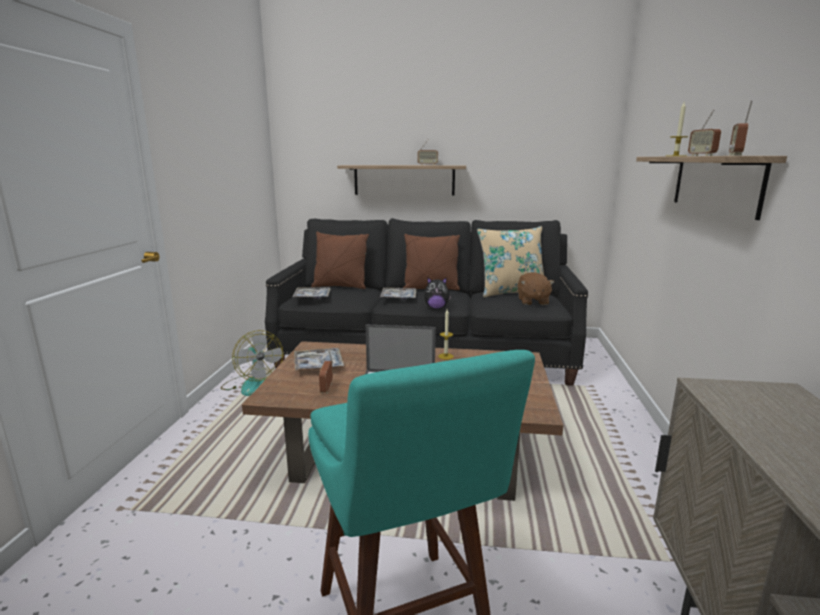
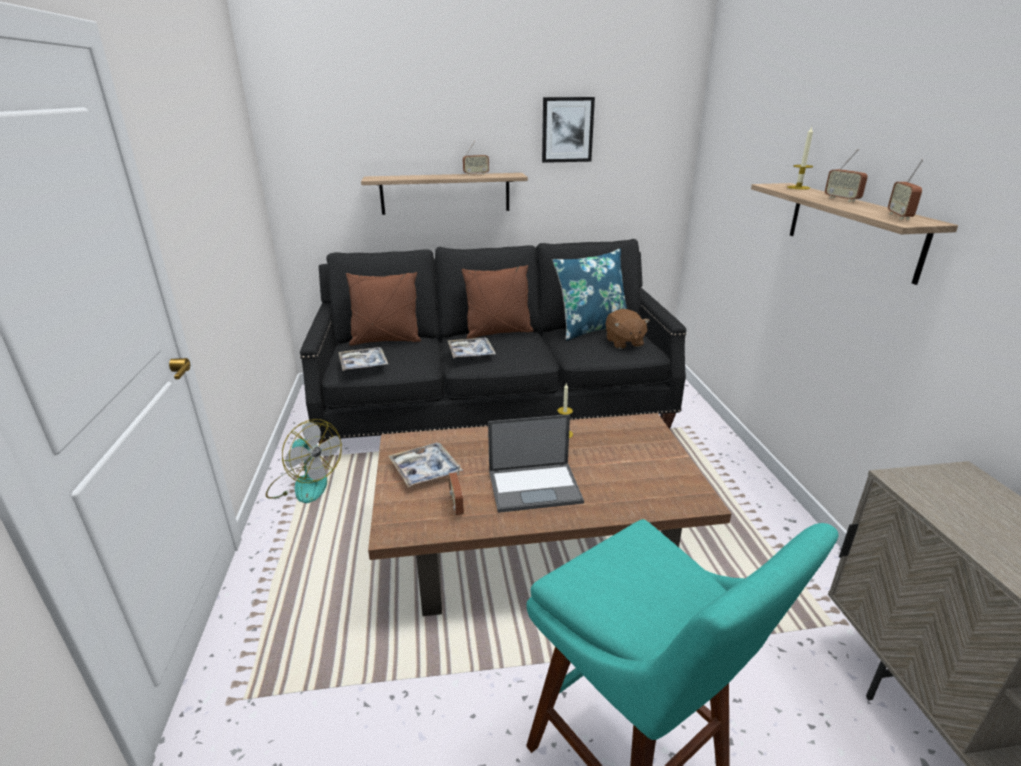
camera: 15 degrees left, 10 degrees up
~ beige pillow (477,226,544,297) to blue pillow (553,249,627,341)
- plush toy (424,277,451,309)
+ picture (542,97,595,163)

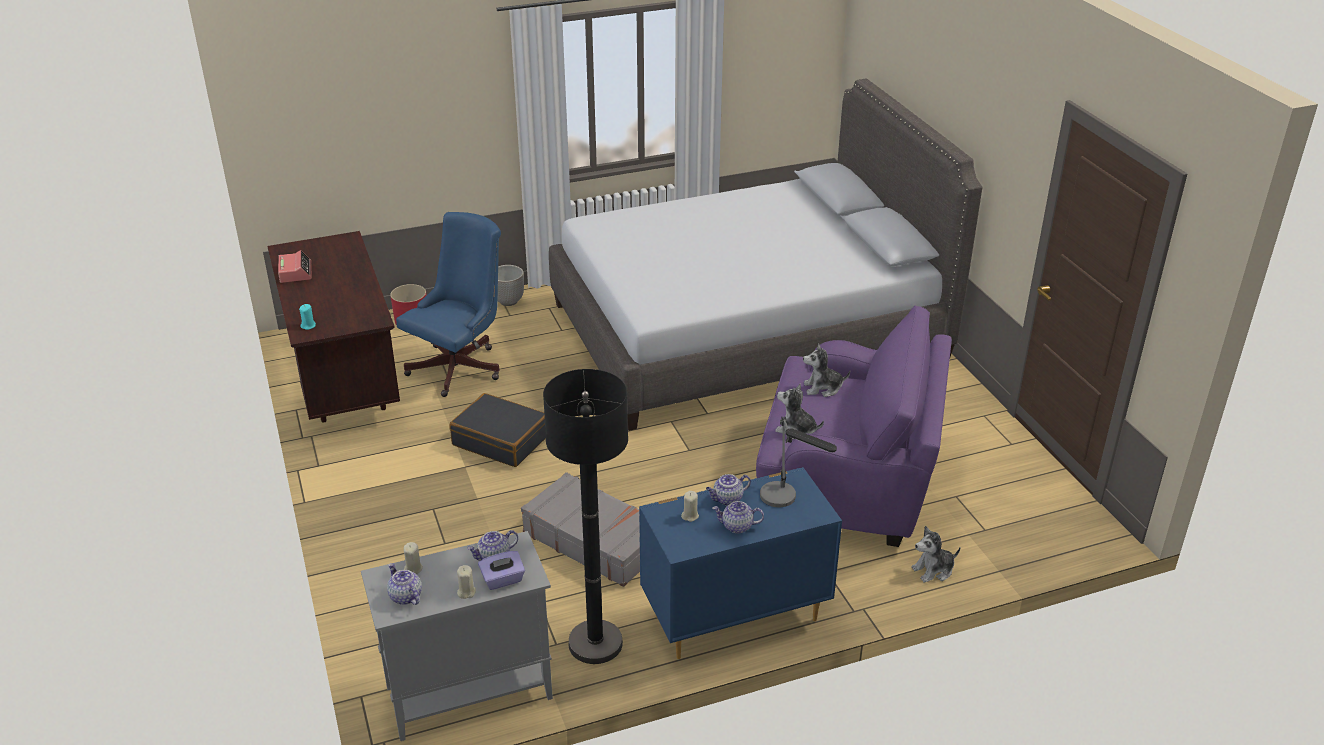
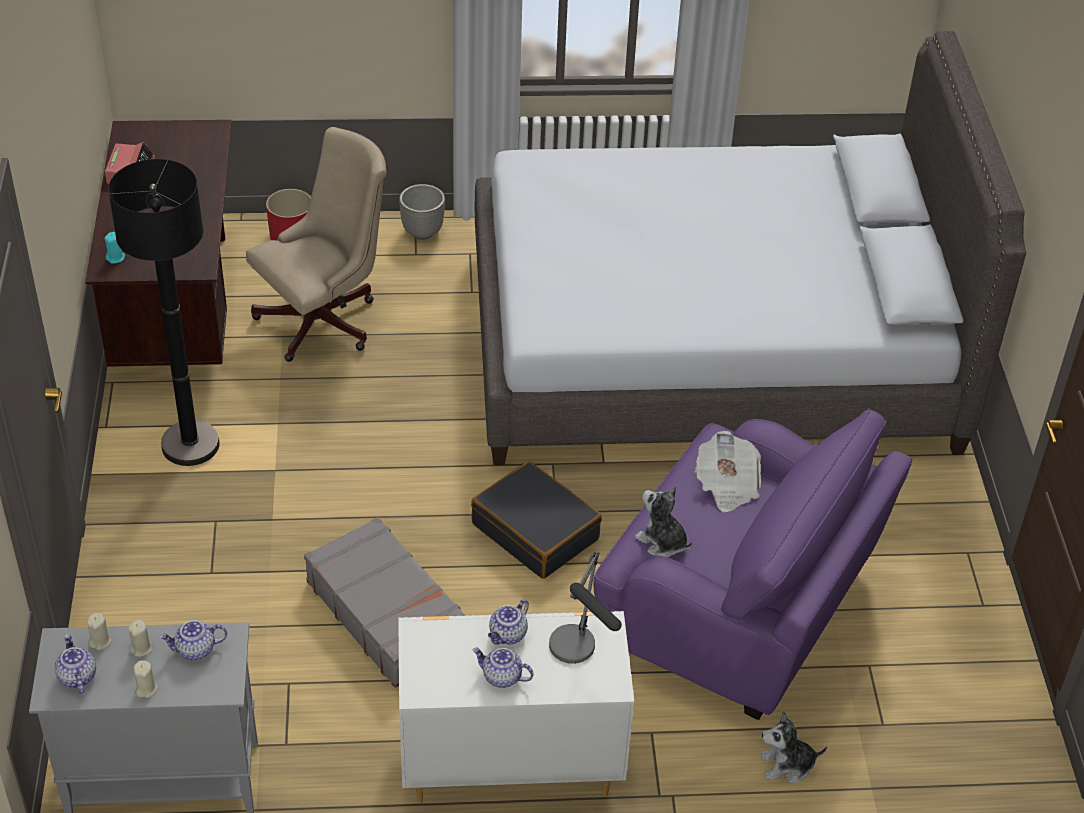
camera: 15 degrees right, 10 degrees up
~ blue office chair (396,212,501,397) to beige office chair (246,127,387,362)
~ plush toy (803,344,850,397) to newspaper (695,431,761,512)
~ black floor lamp (543,369,628,664) to (108,159,220,466)
~ black suitcase (449,393,546,467) to (471,461,602,579)
~ blue dresser (639,467,842,659) to white dresser (398,611,634,803)
~ teapot (706,474,751,506) = (488,599,529,645) 45 degrees counterclockwise
~ beige candle (681,491,699,522) to (128,620,153,657)
- purple tissue box (478,551,525,590)

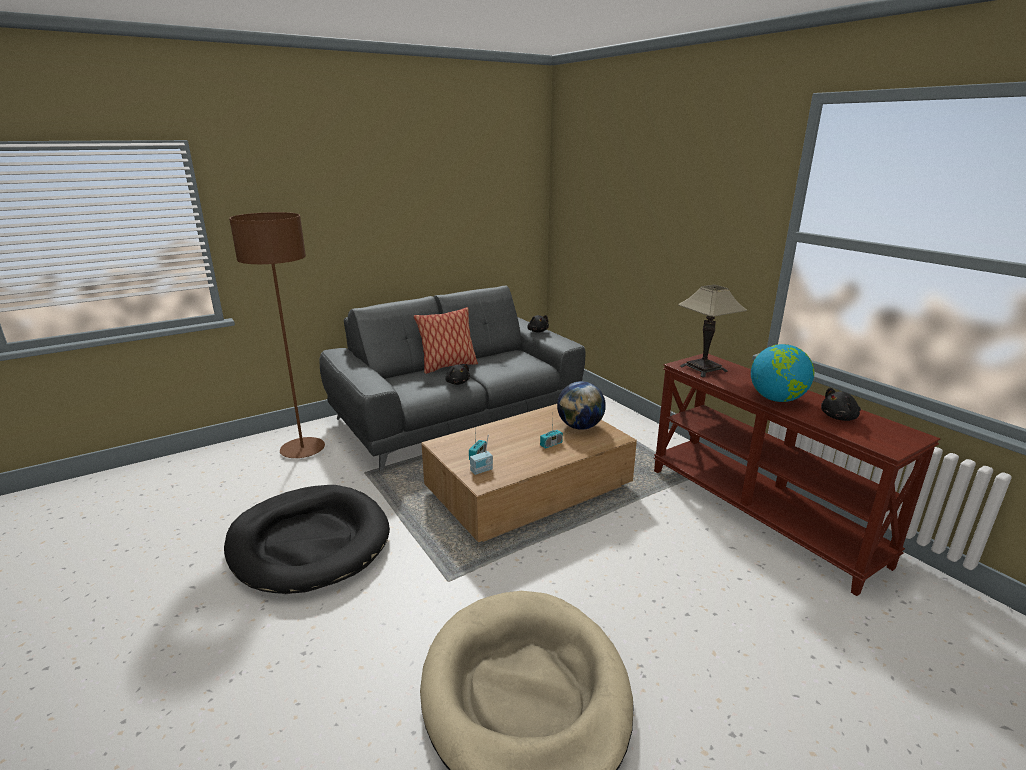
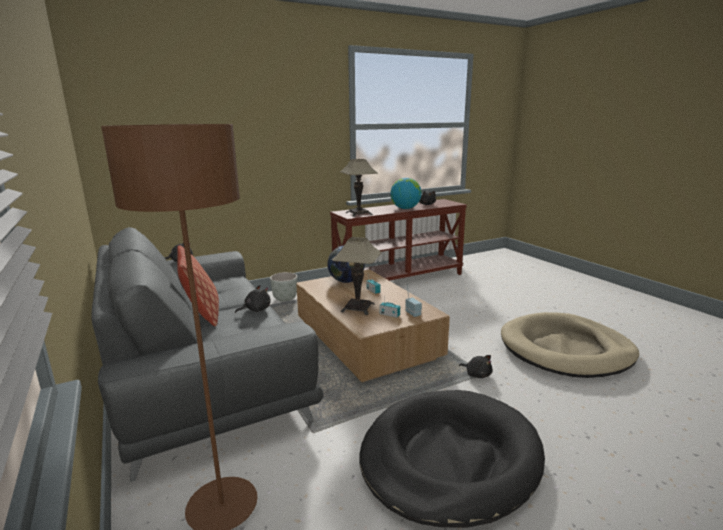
camera: 85 degrees left, 5 degrees down
+ table lamp (332,237,382,315)
+ grey planter (270,272,297,302)
+ black plush toy (459,355,493,378)

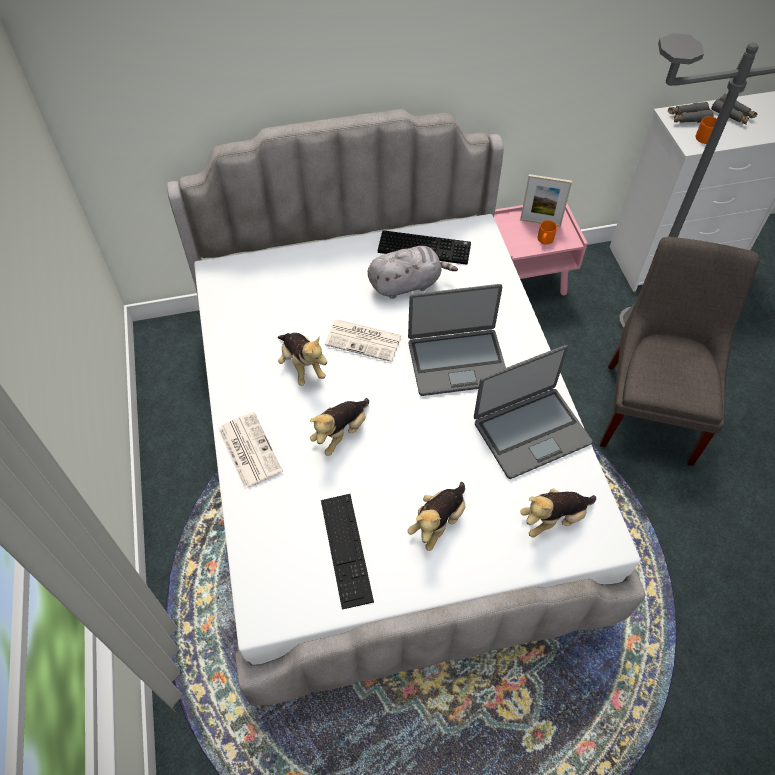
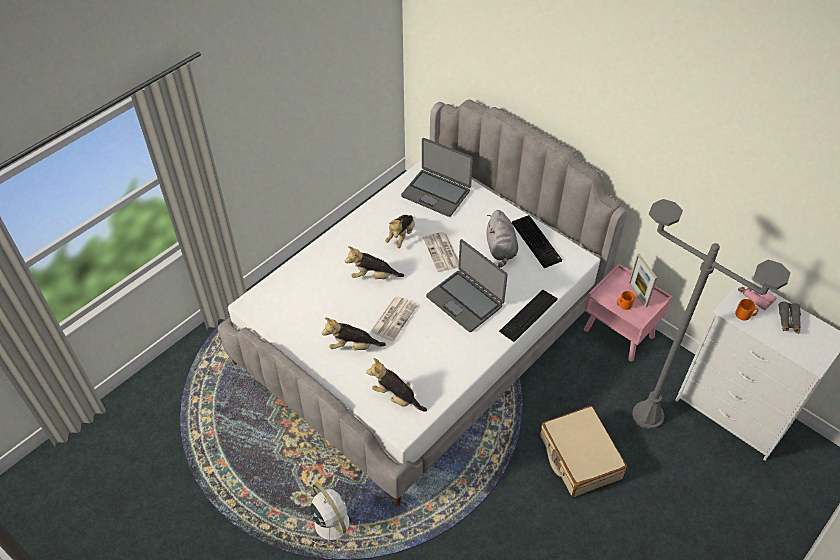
camera: 55 degrees right, 5 degrees down
~ grey binoculars (668,102,714,123) to pink binoculars (738,284,777,311)
~ grey chair (600,236,759,466) to beige suitcase (540,406,628,497)
~ grey plush toy (368,246,458,299) = (486,210,518,268) 45 degrees clockwise
~ laptop (474,345,592,479) to (401,138,473,217)
~ newspaper (219,412,283,489) to (370,296,418,341)
~ keyboard (321,494,374,609) to (499,290,558,342)
+ white fan (310,482,360,552)

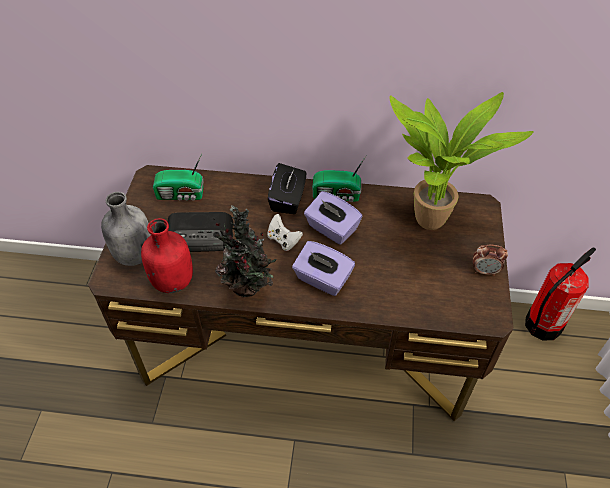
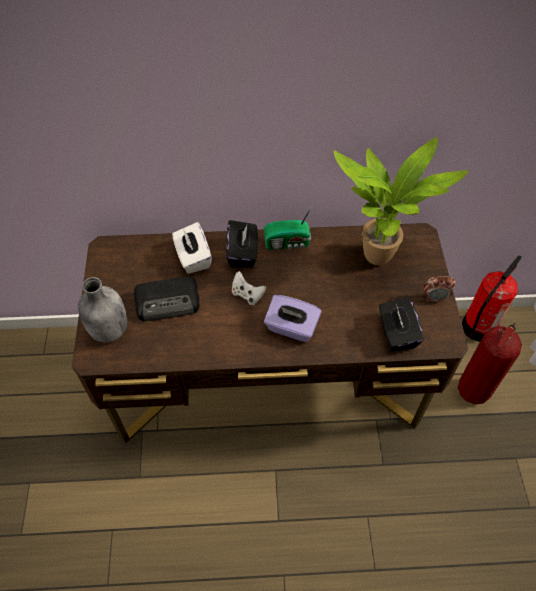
camera: 10 degrees left, 5 degrees up
- radio (153,154,204,201)
- purple tissue box (304,191,362,244)
- potted plant (215,205,277,297)
- red bottle (141,218,193,293)
+ white tissue box (172,222,212,274)
+ black tissue box (379,297,424,351)
+ fire extinguisher (458,323,522,404)

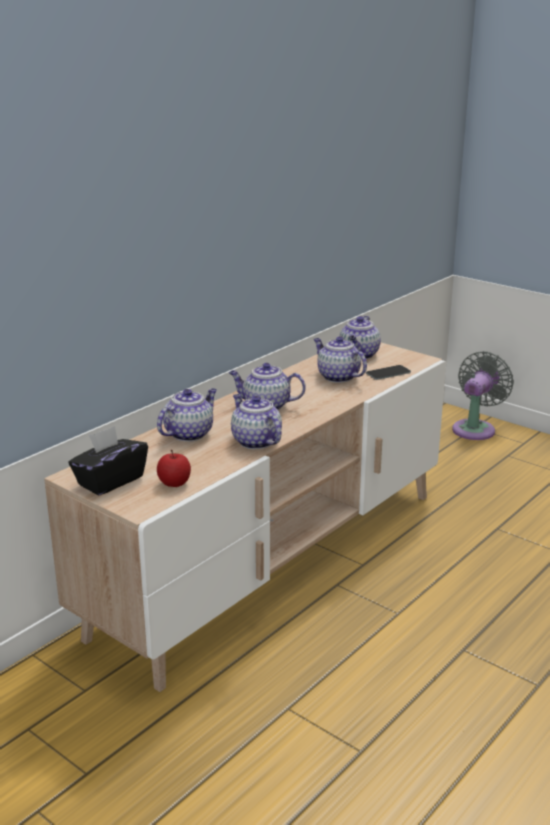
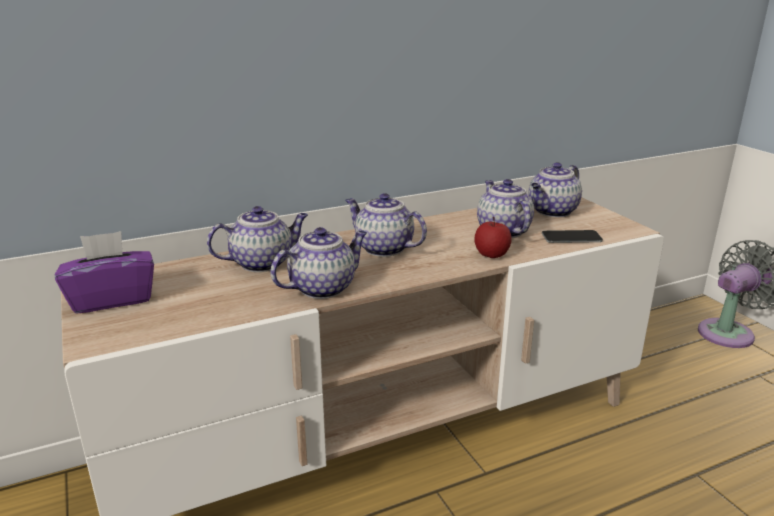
camera: 25 degrees right, 0 degrees up
~ teapot (231,394,282,449) = (270,227,367,299) 60 degrees clockwise
~ black tissue box (68,426,148,496) to purple tissue box (55,231,154,314)
~ apple (157,450,191,487) to (474,217,512,258)

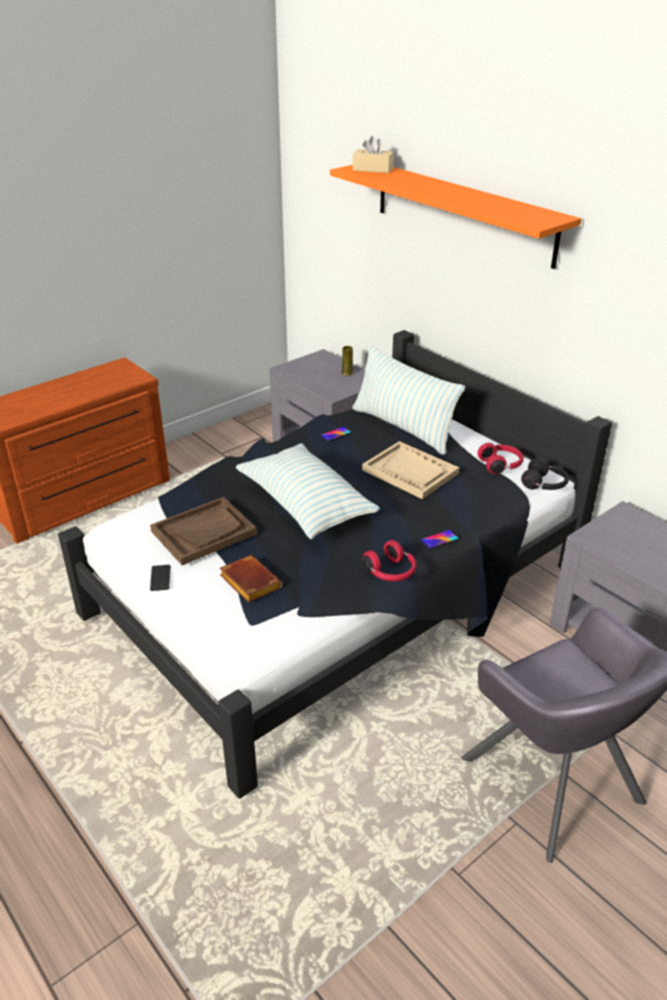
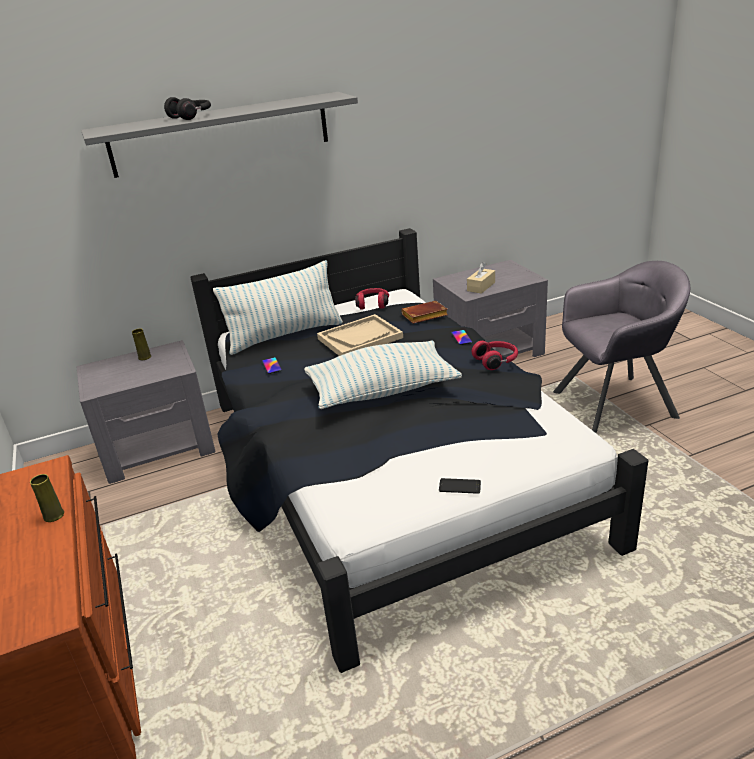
camera: 70 degrees left, 5 degrees down
~ beige tissue box (353,136,394,173) to (467,262,495,294)
~ orange shelf (330,165,581,269) to grey shelf (81,92,358,178)
~ black headphones (521,458,569,490) to (164,97,211,120)
- brown tray (150,497,257,565)
~ brown book (220,555,282,603) to (401,301,448,324)
+ yellow vase (30,474,64,522)

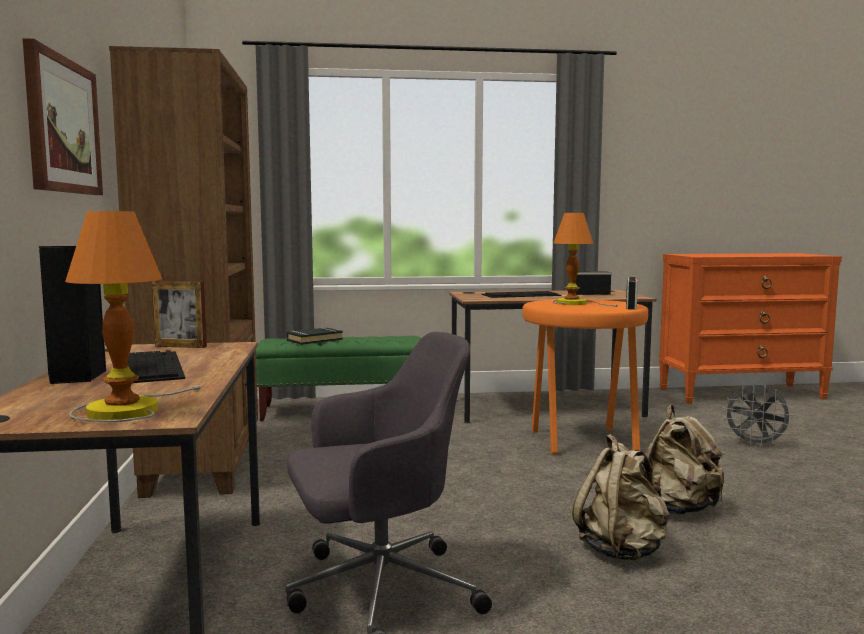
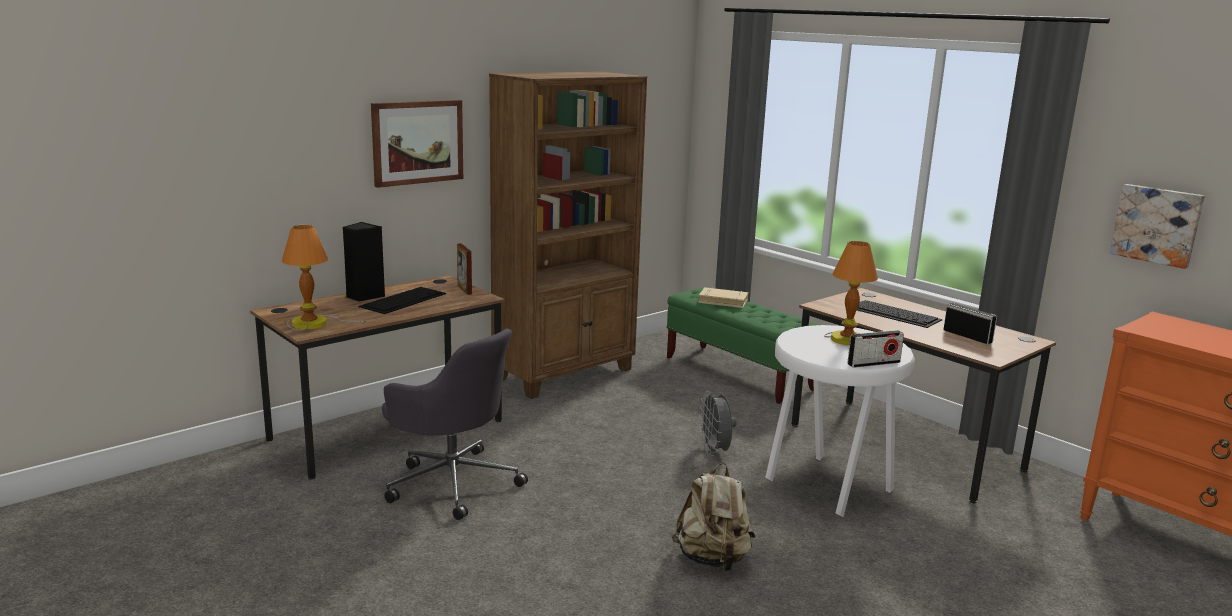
camera: 55 degrees right, 10 degrees up
~ orange stool (522,299,648,454) to white stool (765,325,915,517)
~ black book (286,327,343,345) to beige book (699,287,748,308)
~ grey fan (723,384,794,448) to (699,391,737,456)
- beige backpack (572,434,669,560)
+ picture (1110,184,1205,269)

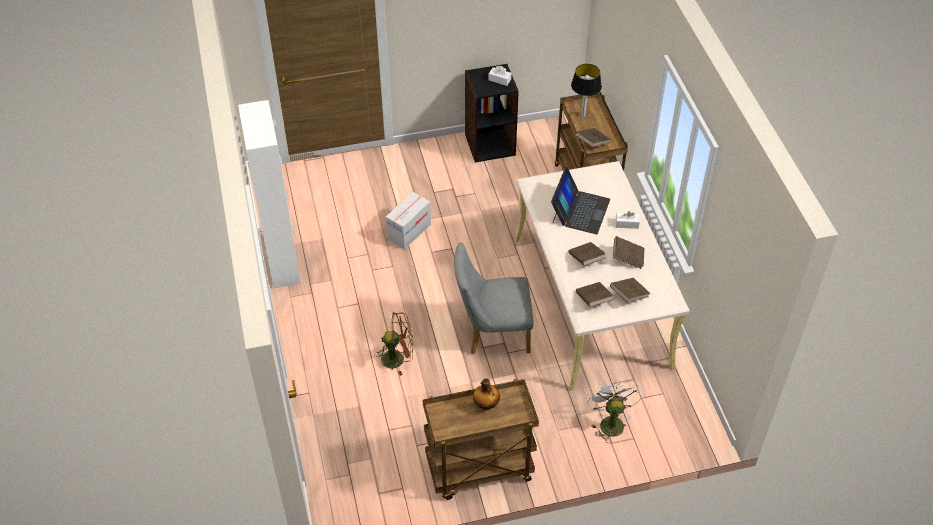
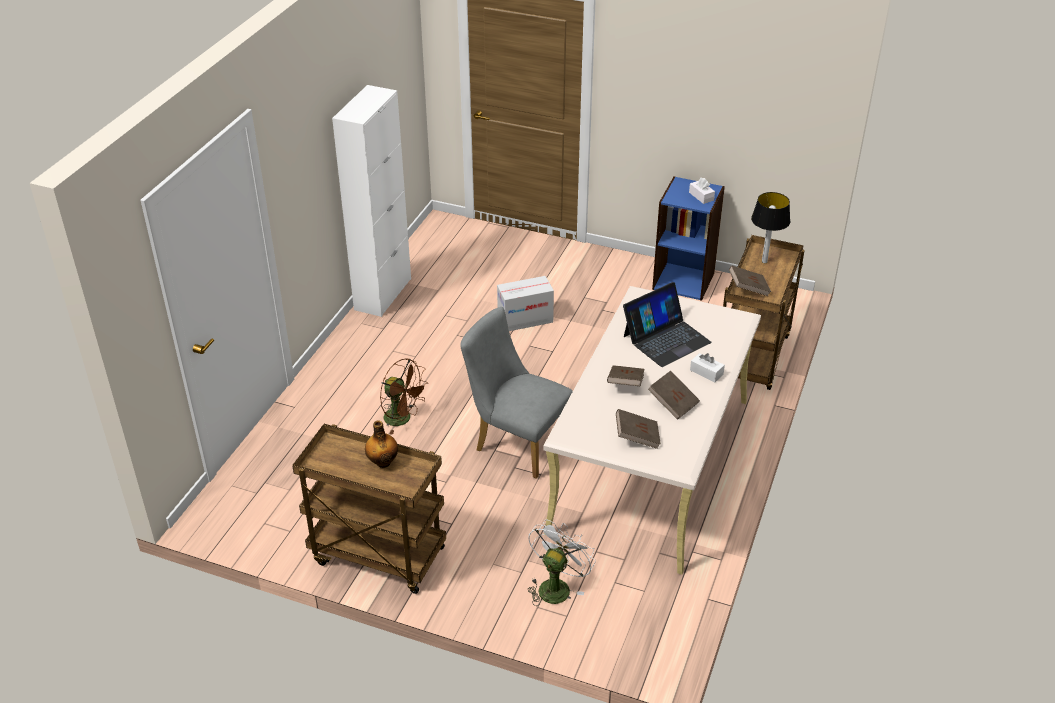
camera: 35 degrees right, 10 degrees down
~ black bookcase (465,64,519,163) to blue bookcase (652,176,725,301)
- brown book (576,282,614,307)

